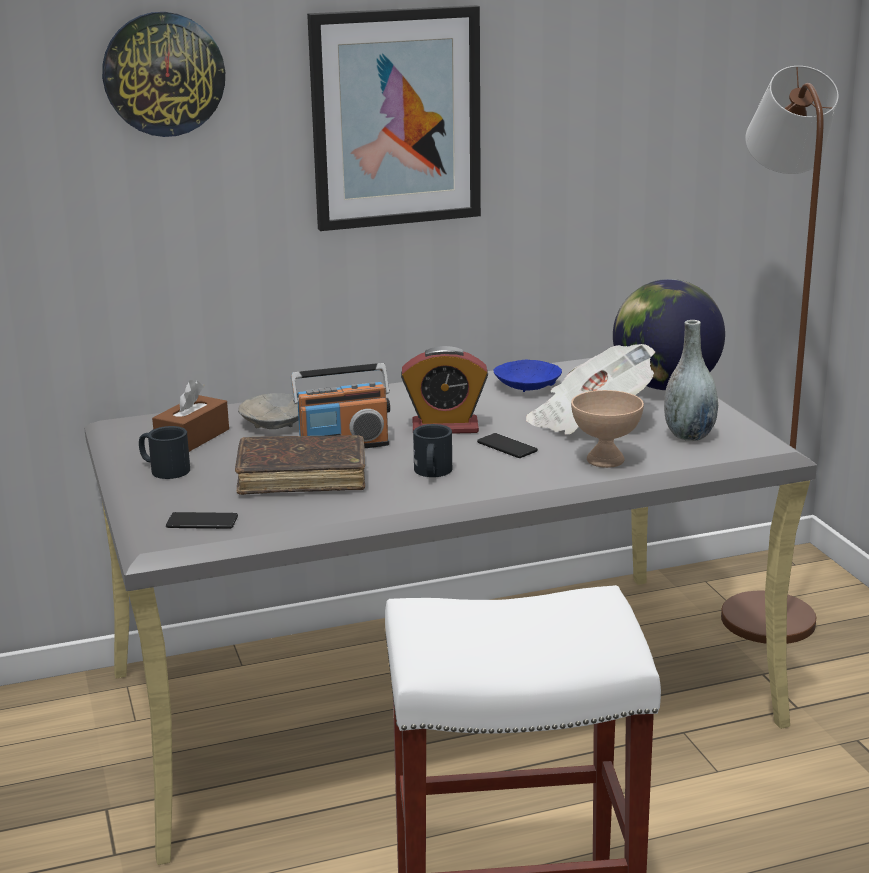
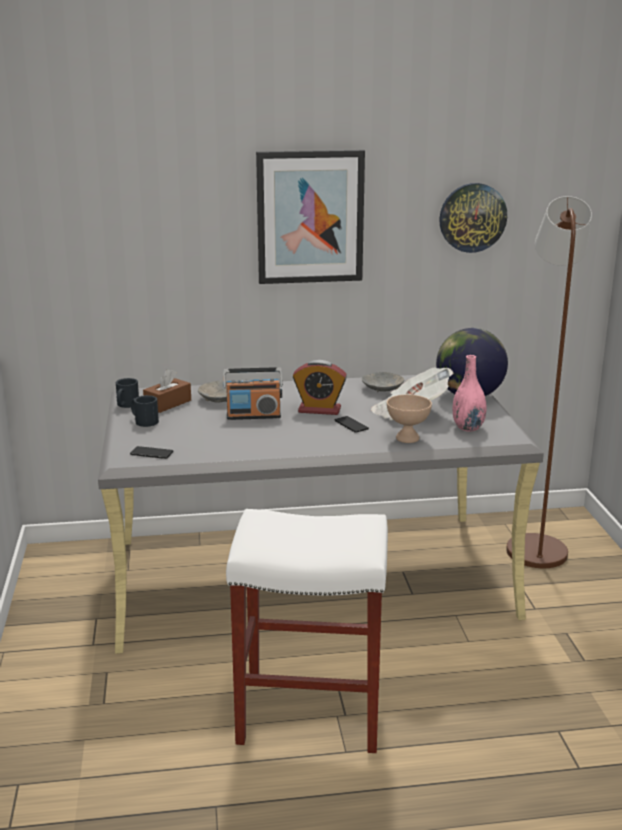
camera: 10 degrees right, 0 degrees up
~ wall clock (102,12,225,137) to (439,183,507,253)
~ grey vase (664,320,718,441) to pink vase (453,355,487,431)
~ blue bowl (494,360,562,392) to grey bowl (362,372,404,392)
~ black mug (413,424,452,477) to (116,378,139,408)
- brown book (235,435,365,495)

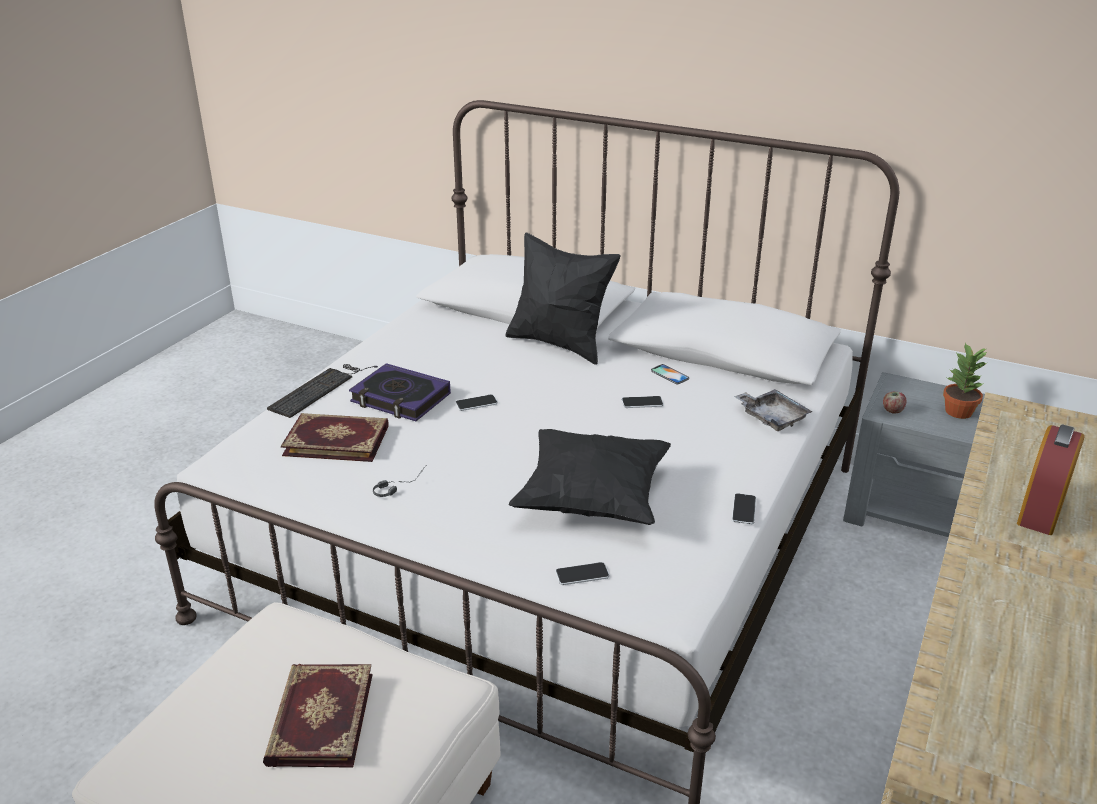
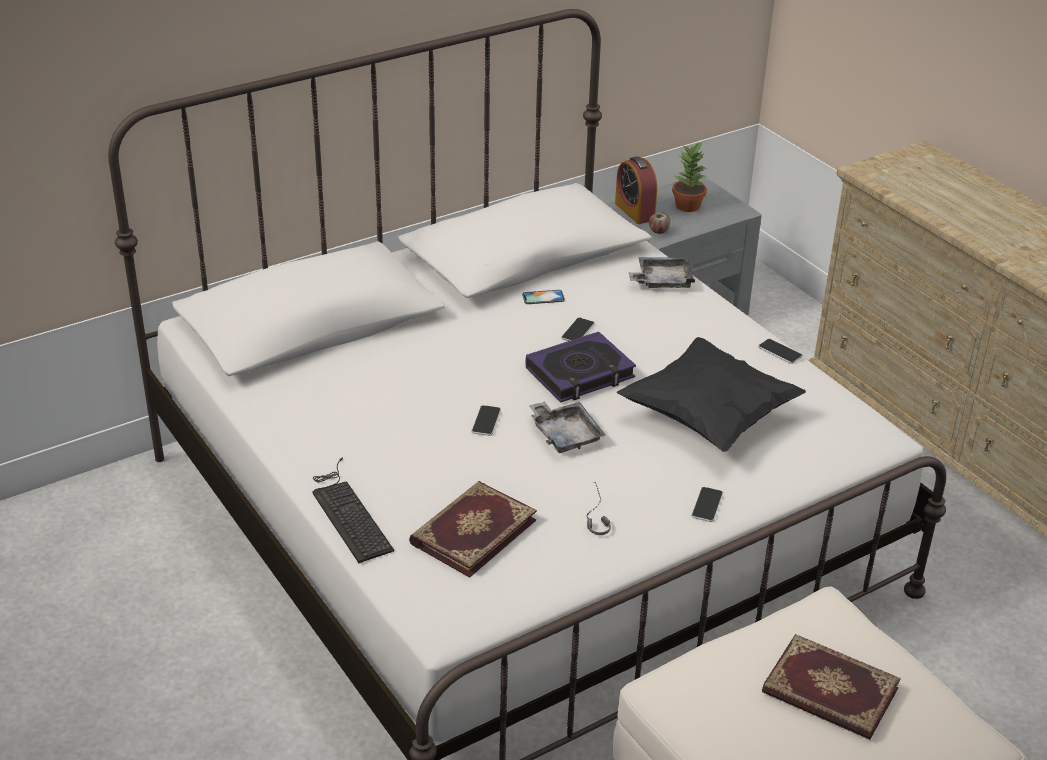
camera: 60 degrees left, 5 degrees up
- black pillow (505,233,620,365)
~ book (349,363,451,421) to (525,332,636,402)
~ alarm clock (1017,424,1085,535) to (615,156,657,224)
~ phone (555,562,609,585) to (691,487,723,522)
+ grey tray (529,401,605,453)

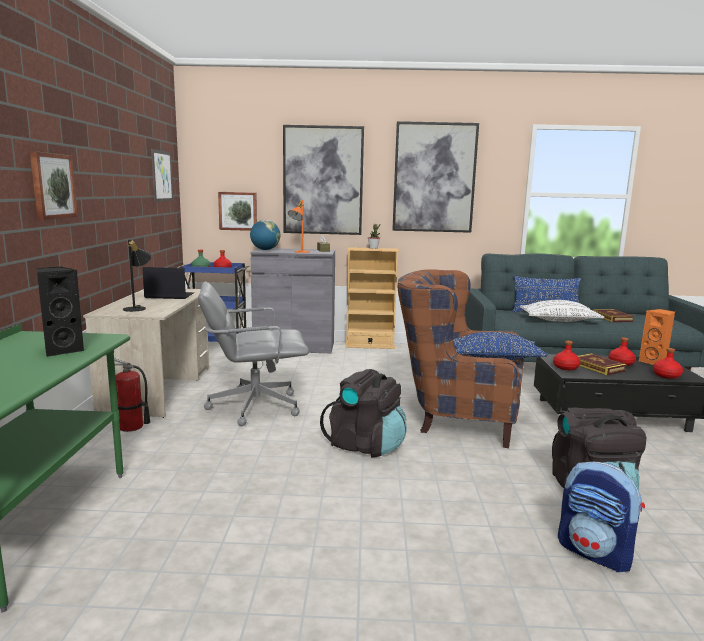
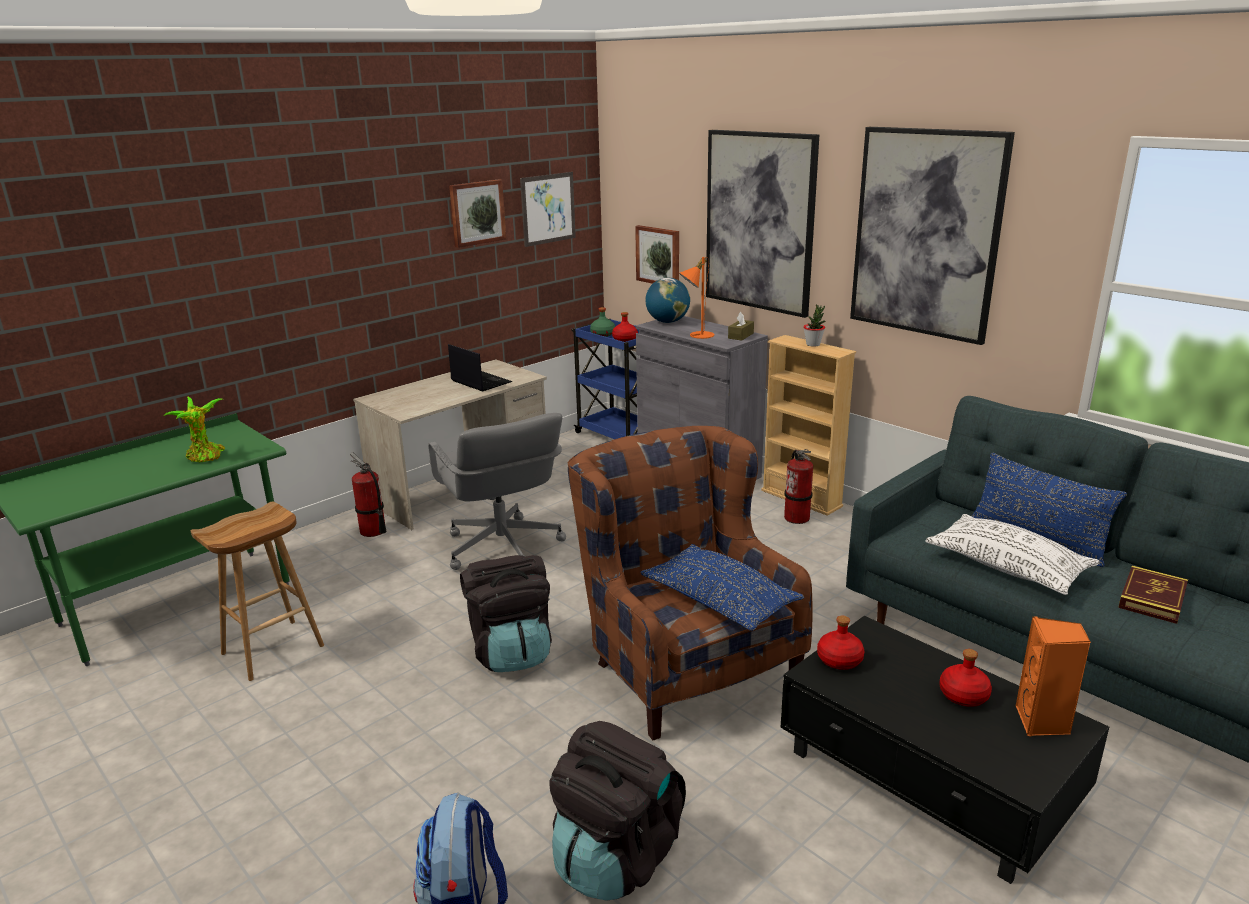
camera: 45 degrees right, 10 degrees up
~ picture (30,151,78,220) to (449,179,506,248)
- black table lamp (123,239,151,312)
~ black speaker (37,266,84,357) to potted plant (163,397,225,462)
~ grey office chair (198,281,309,426) = (428,413,566,570) 150 degrees counterclockwise
- red bottle (653,348,683,379)
- book (578,353,627,375)
+ fire extinguisher (784,449,813,524)
+ brown stool (191,501,324,681)

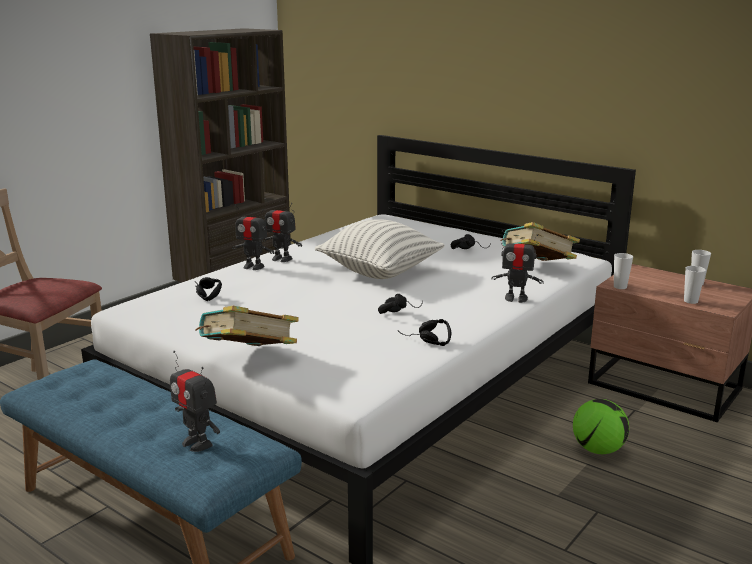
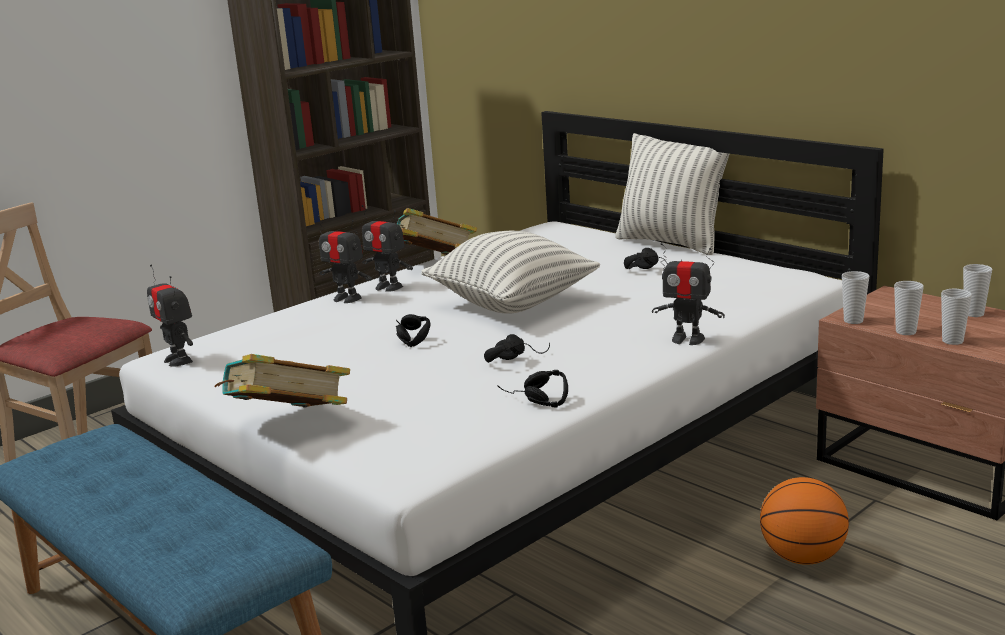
camera: 10 degrees right, 0 degrees up
~ book (500,222,580,261) to (397,208,477,255)
~ black headphones (195,277,222,301) to (396,314,431,347)
~ toy robot (170,351,220,452) to (147,265,193,367)
~ football (573,399,629,454) to basketball (760,477,849,565)
+ pillow (615,133,729,255)
+ cup (894,281,924,335)

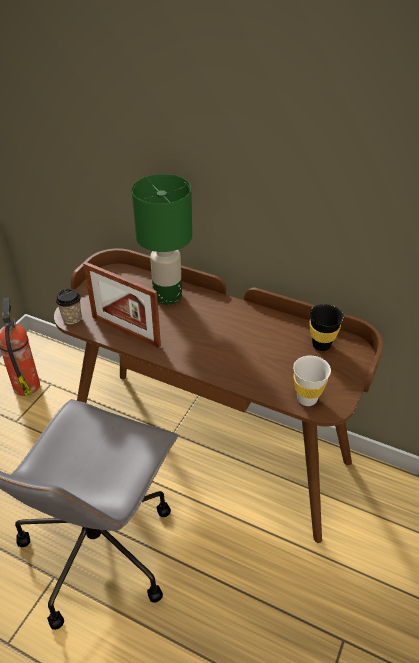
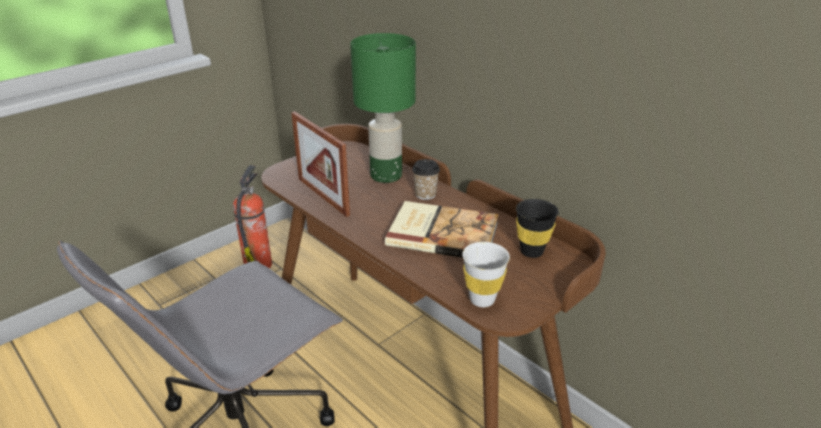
camera: 20 degrees right, 10 degrees down
~ cup (56,289,81,324) to (412,159,440,200)
+ book (385,201,499,258)

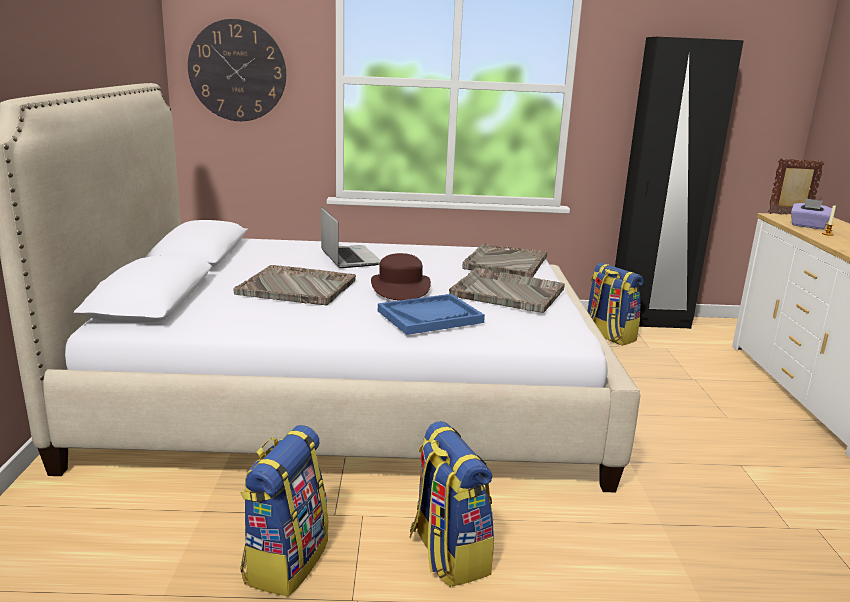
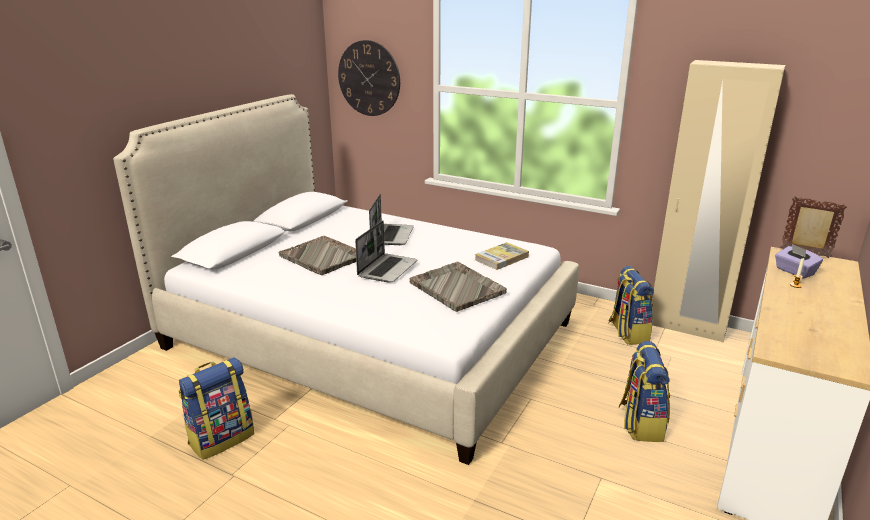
camera: 30 degrees right, 5 degrees up
~ black wardrobe (615,37,743,329) to beige wardrobe (652,60,785,343)
~ grey tray (462,244,547,277) to book (475,242,529,270)
~ brown hat (371,253,431,301) to laptop (355,220,417,283)
- blue tray (378,294,485,335)
~ backpack (409,421,494,587) to (619,341,670,442)

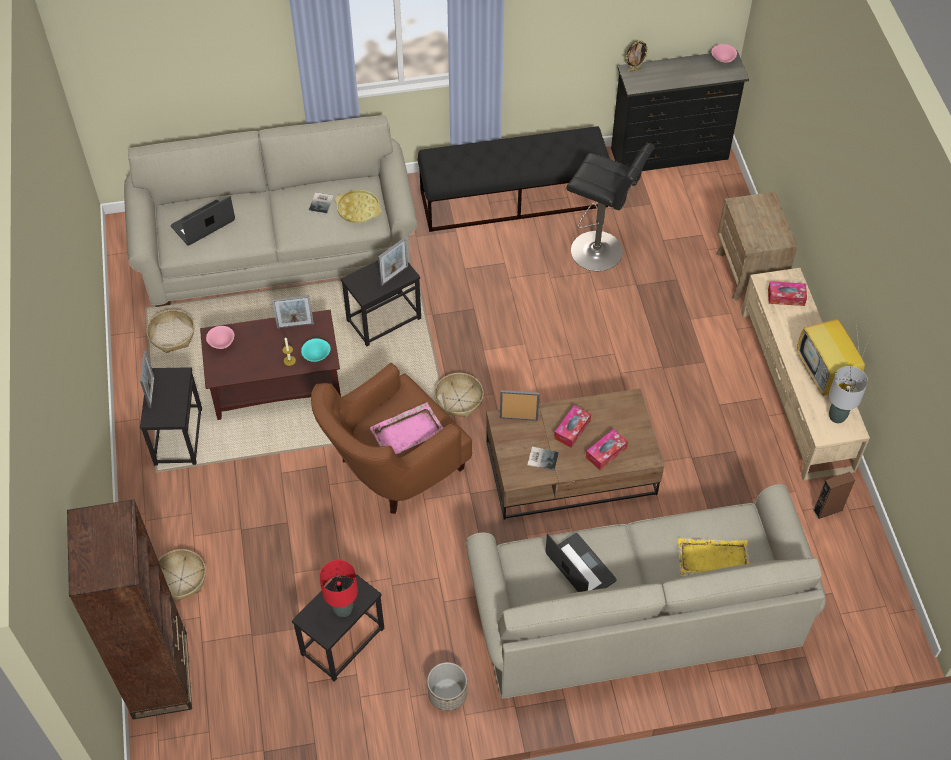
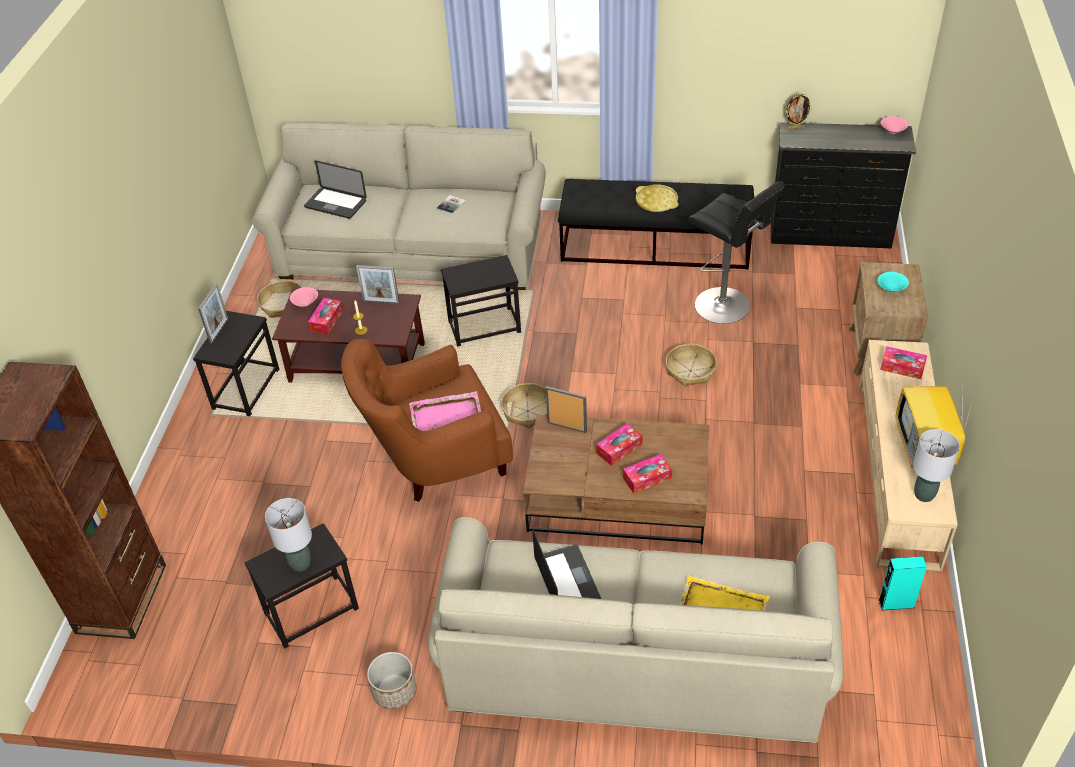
camera: 20 degrees right, 10 degrees down
~ yellow tray (335,190,381,223) to (636,185,678,212)
~ laptop (171,196,235,246) = (304,161,367,219) 135 degrees counterclockwise
- picture frame (378,237,408,286)
~ turquoise bowl (301,338,331,362) to (878,272,909,292)
- book (527,447,559,471)
~ brown speaker (813,472,855,519) to turquoise speaker (878,556,927,611)
~ basket (158,549,206,602) to (666,344,717,387)
~ red table lamp (319,560,358,617) to grey table lamp (265,498,312,571)
+ tissue box (308,298,343,334)

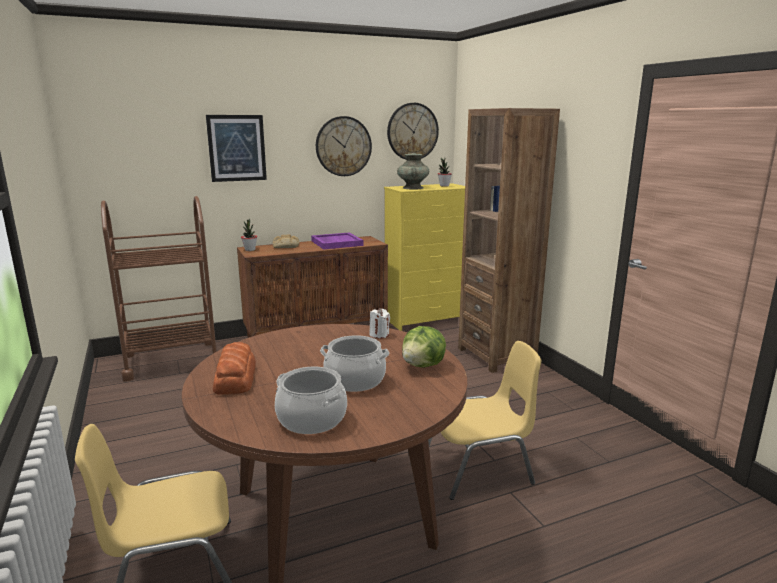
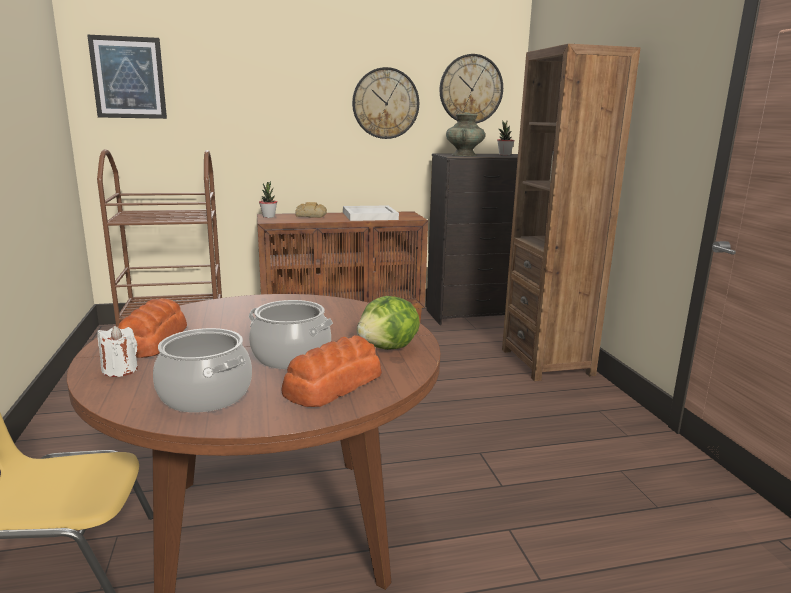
camera: 10 degrees right, 0 degrees up
~ picture (206,115,267,182) to (87,35,167,119)
~ yellow dresser (384,183,465,331) to black dresser (427,153,518,325)
~ purple tray (311,233,363,250) to white tray (343,205,399,221)
~ white candle (369,308,390,338) to (98,326,138,377)
- yellow chair (428,341,541,500)
+ bread (282,335,382,407)

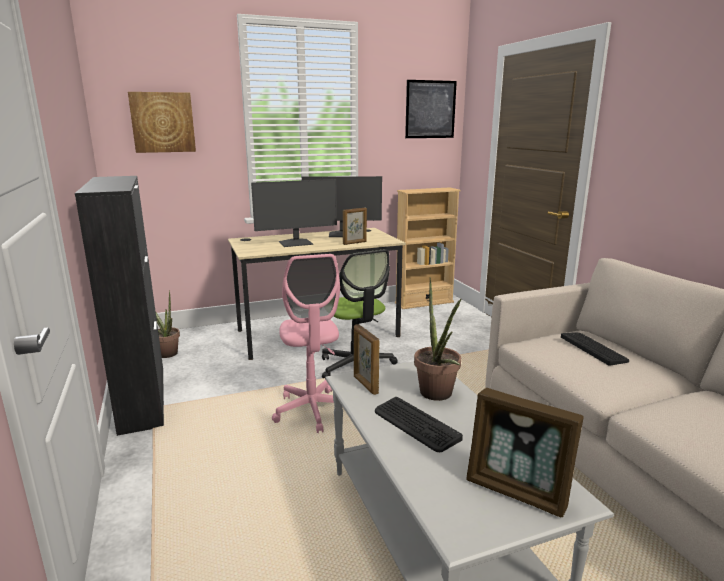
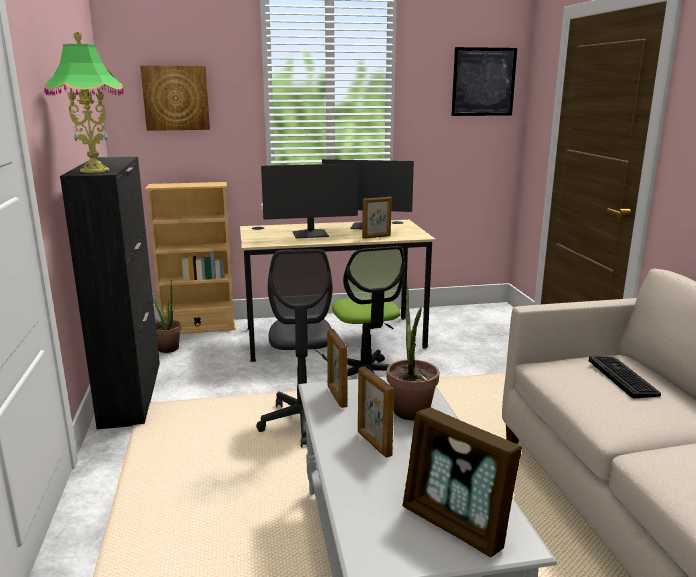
camera: 10 degrees right, 0 degrees up
~ beige bookcase (395,187,461,309) to (145,182,235,334)
~ pink office chair (272,254,340,433) to grey office chair (256,249,333,447)
~ keyboard (375,397,463,452) to picture frame (358,367,394,458)
+ table lamp (44,32,124,173)

